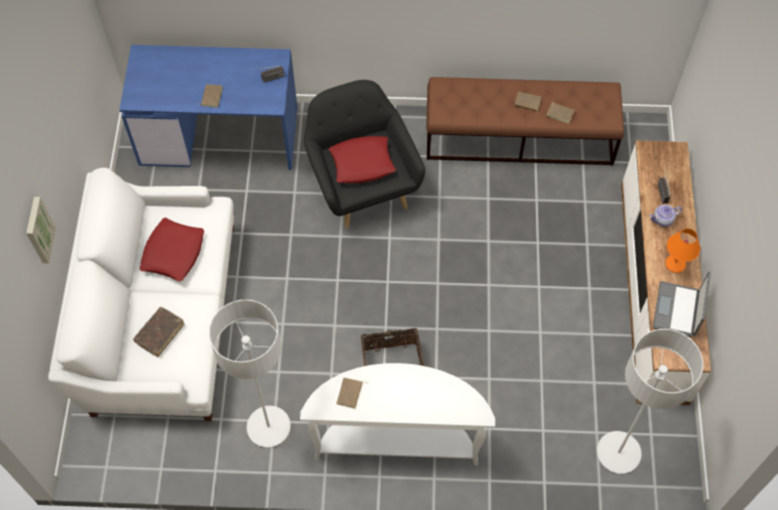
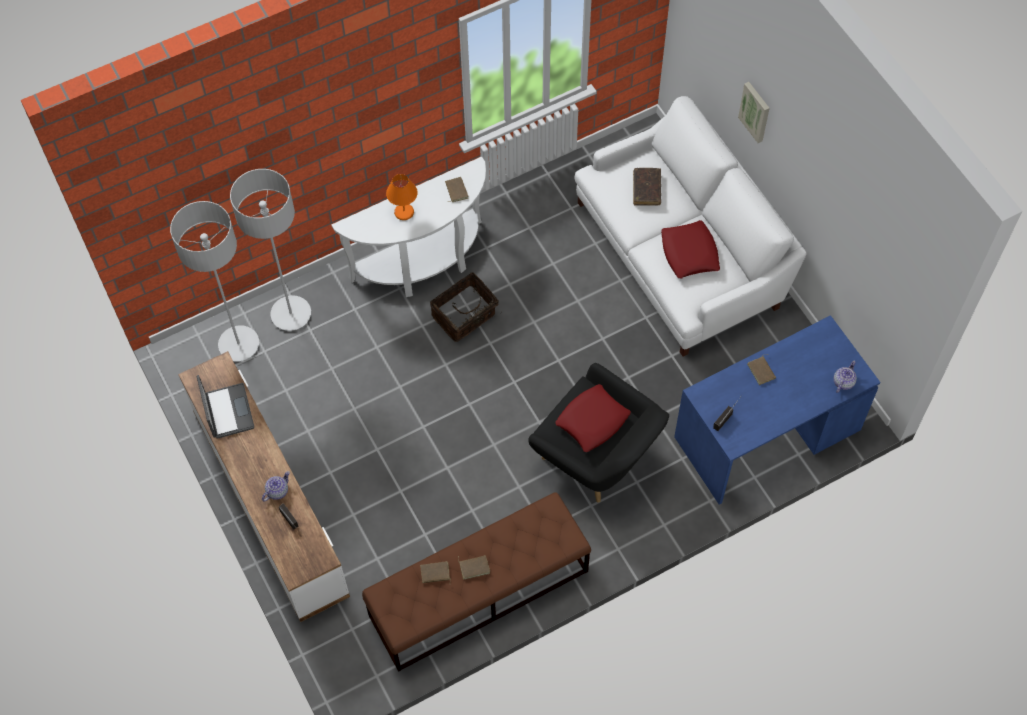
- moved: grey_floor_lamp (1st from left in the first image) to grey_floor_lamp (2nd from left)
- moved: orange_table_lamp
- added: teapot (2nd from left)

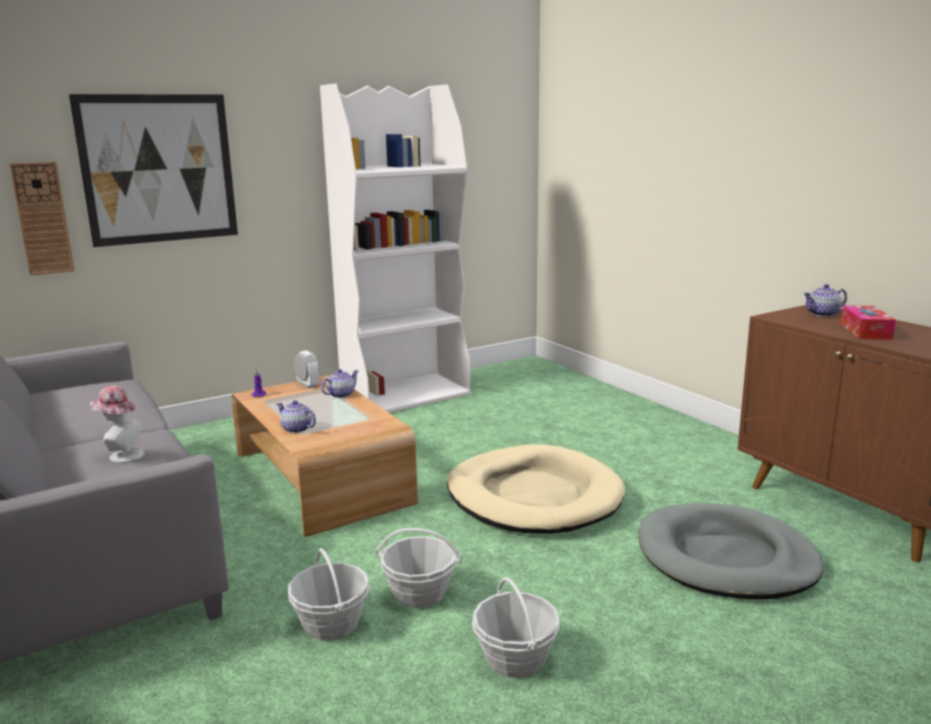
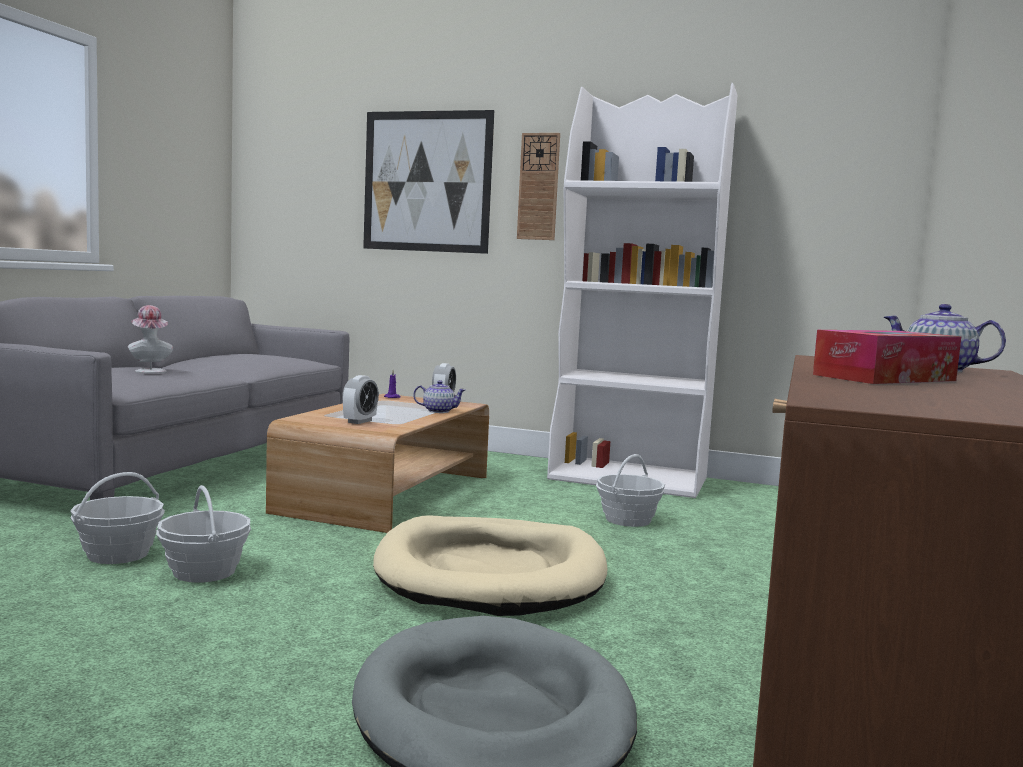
- added: alarm_clock (1st from left)
- moved: wall_clock
- moved: basket (3rd from left)
- removed: teapot (1st from left)

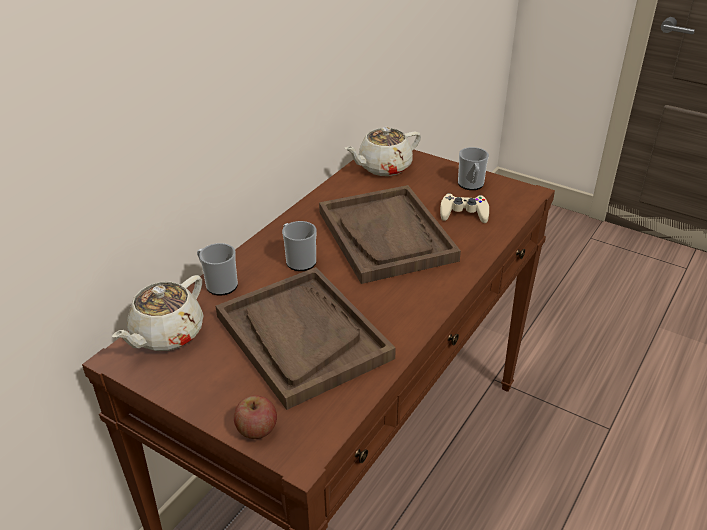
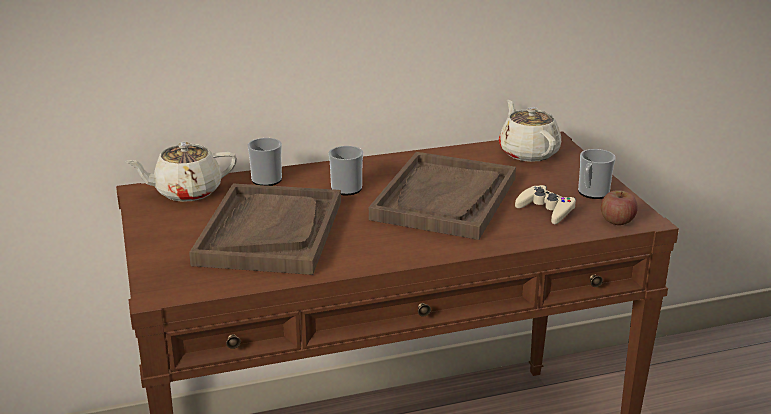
- turned: beige_teapot (2nd from left) 60 degrees clockwise
- moved: apple

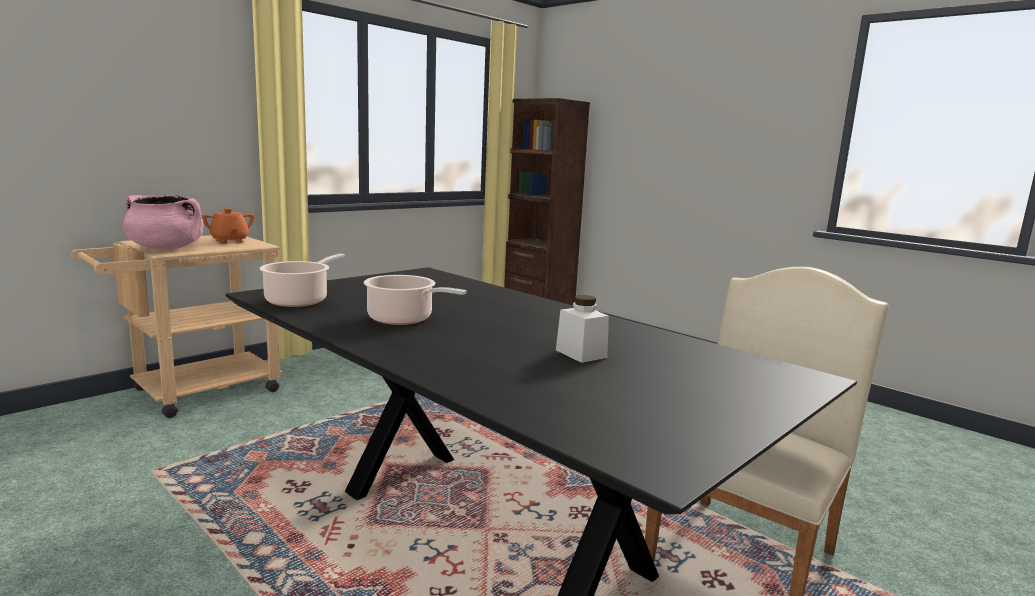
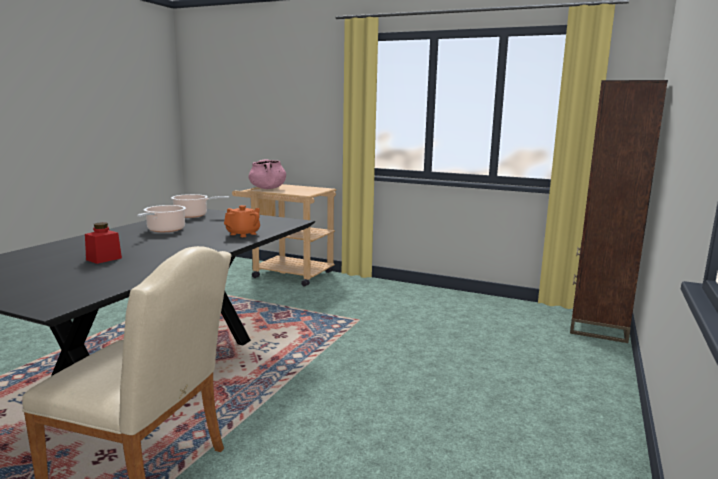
- recoloured: white_jar to red_jar
- moved: orange_teapot

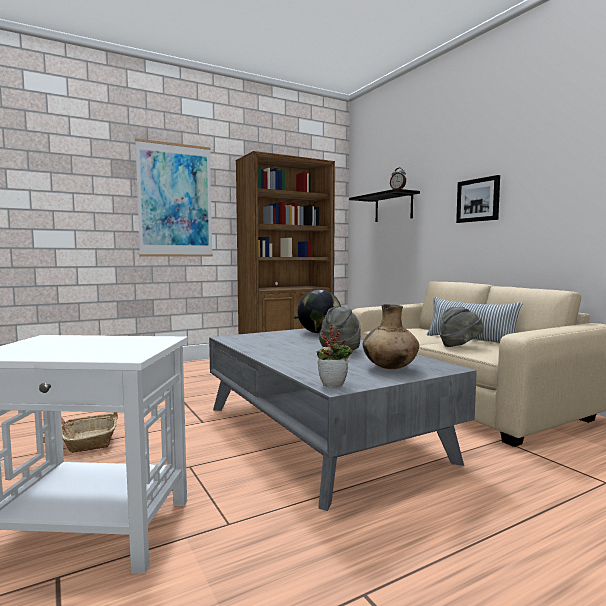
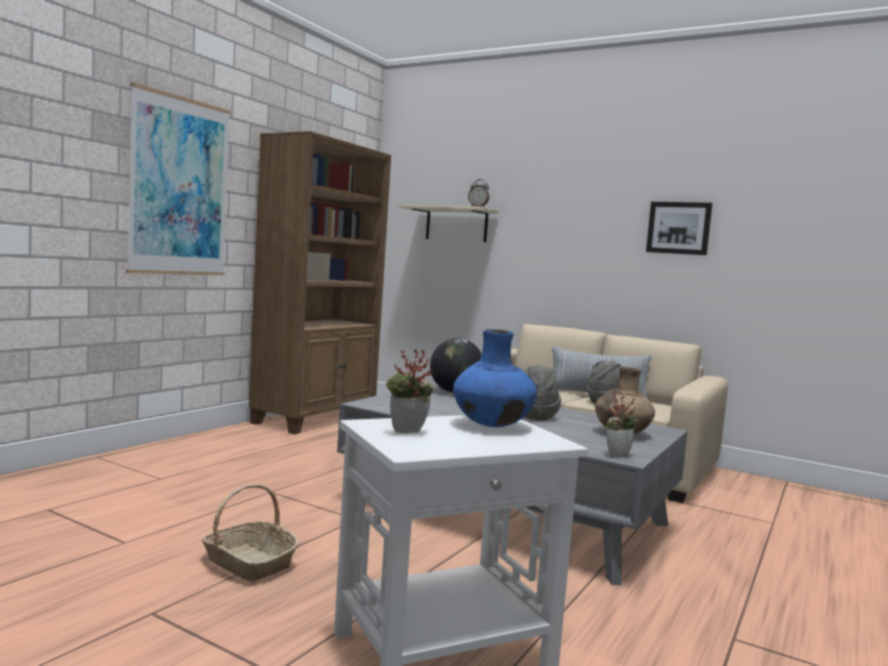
- added: potted_plant (1st from left)
- recoloured: black_shelf to beige_shelf
- added: blue_vase
- moved: picture (2nd from left)

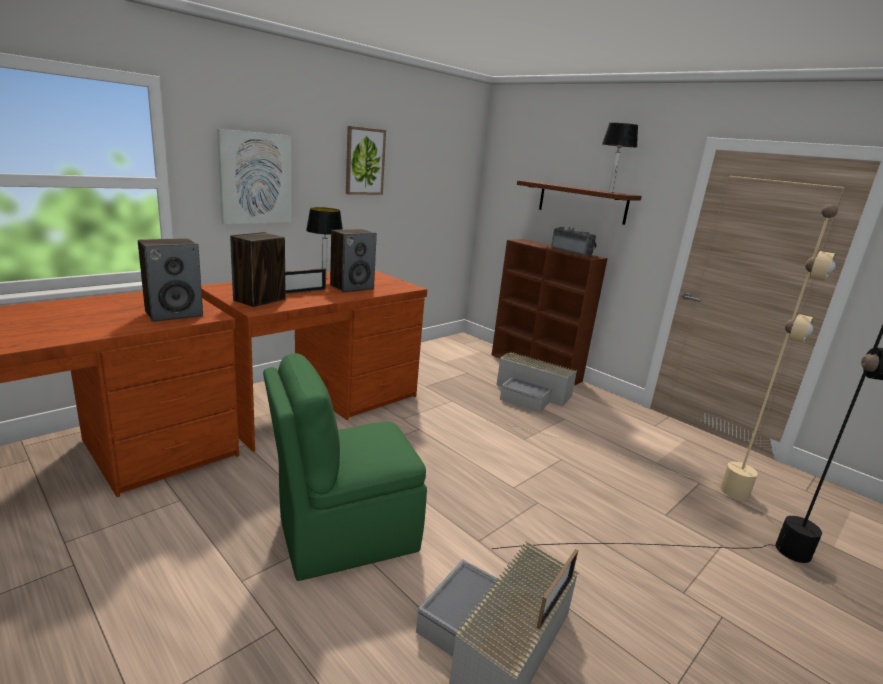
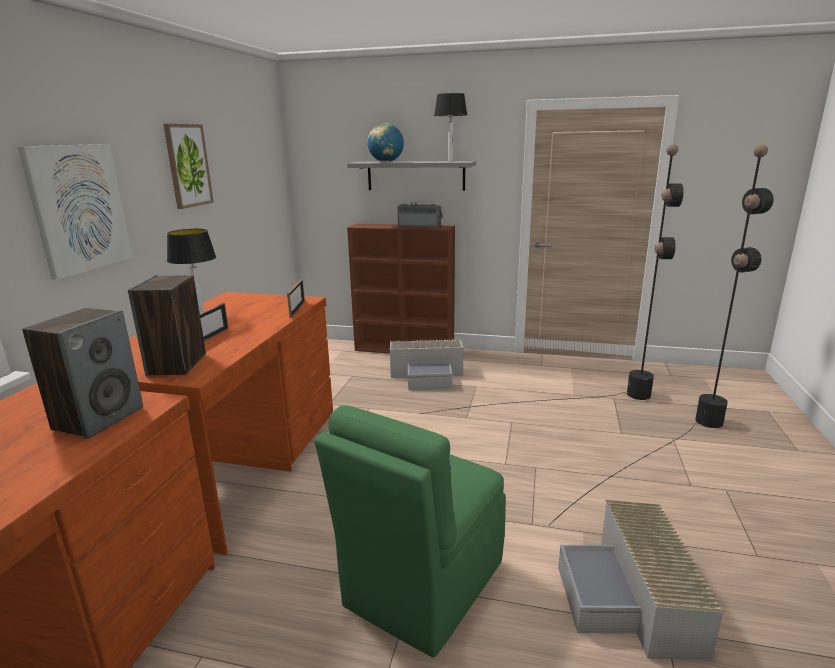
- moved: picture_frame (2nd from left)
- recoloured: brown_shelf to grey_shelf
- added: globe
- recoloured: beige_floor_lamp to black_floor_lamp (1st from left)
- removed: speaker (3rd from left)

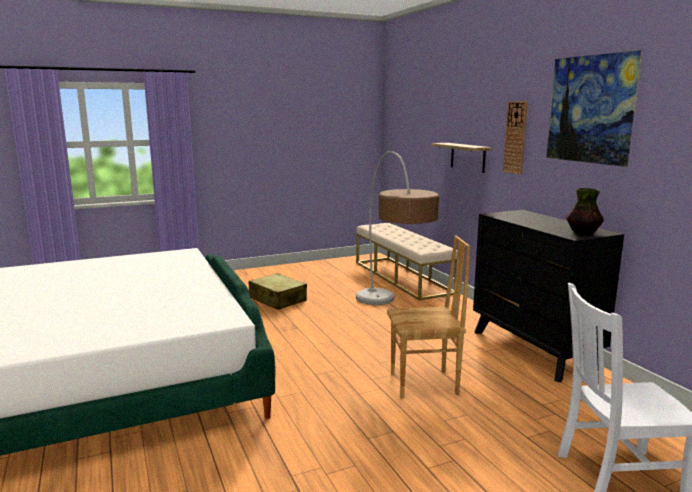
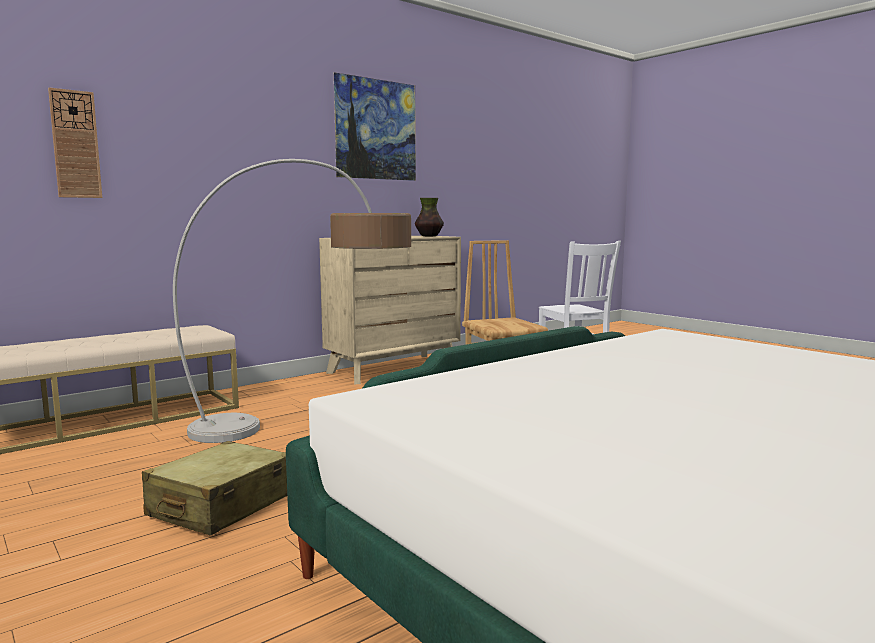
- moved: wall_clock
- recoloured: black_dresser to beige_dresser
- removed: shelf

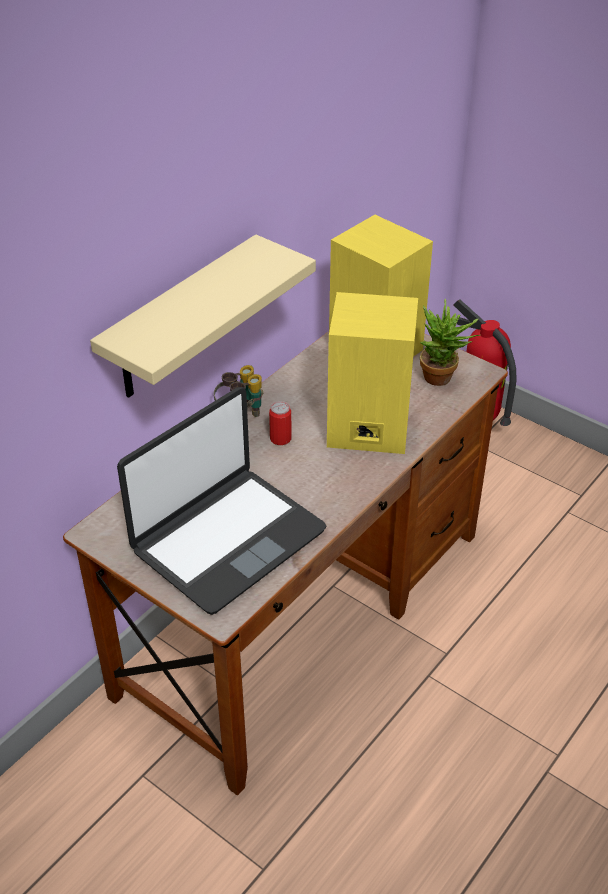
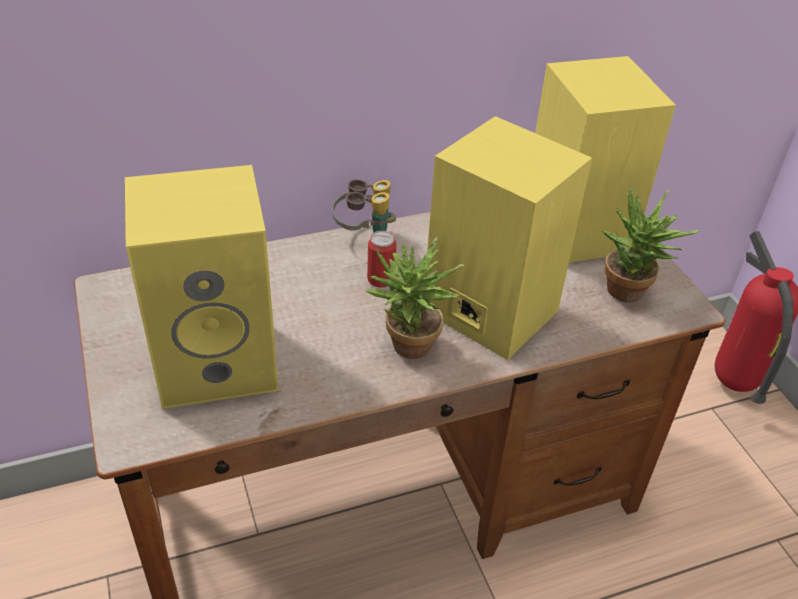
- replaced: laptop to yellow_speaker (1st from left)
- added: potted_plant (1st from left)
- removed: beige_shelf

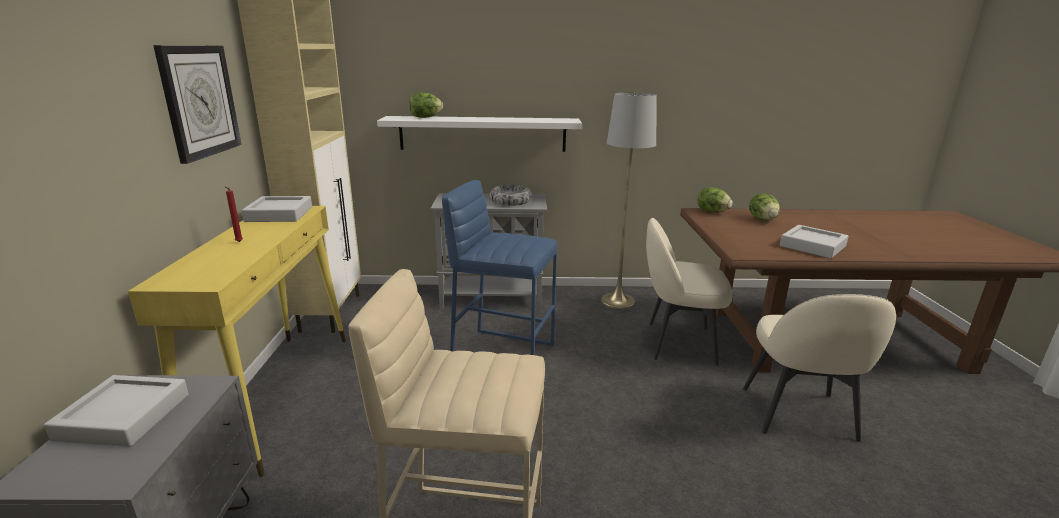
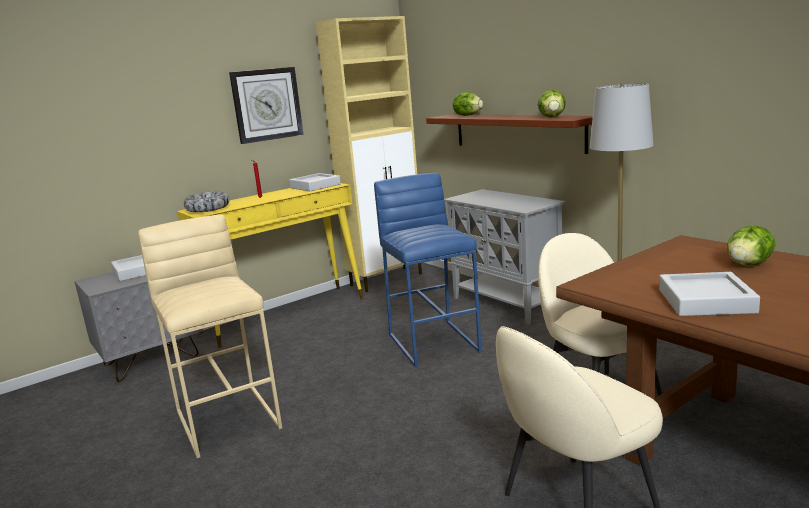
- moved: bowl
- recoloured: white_shelf to brown_shelf
- moved: lettuce (2nd from left)

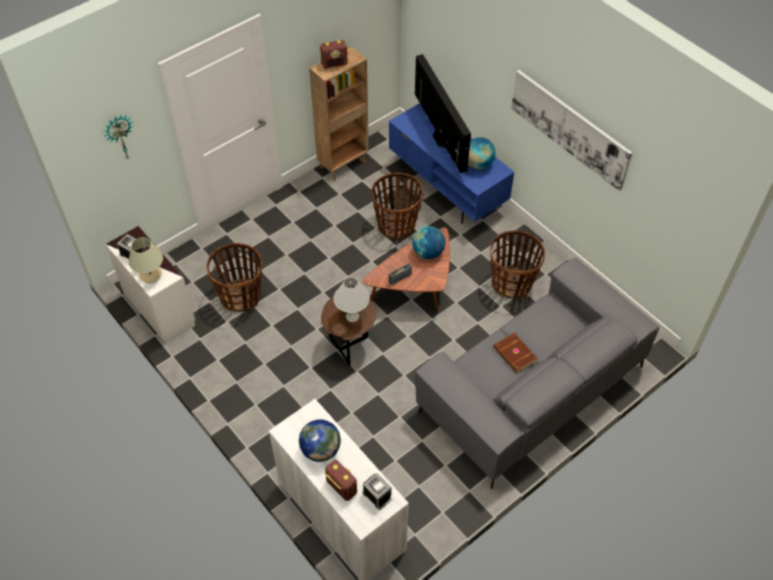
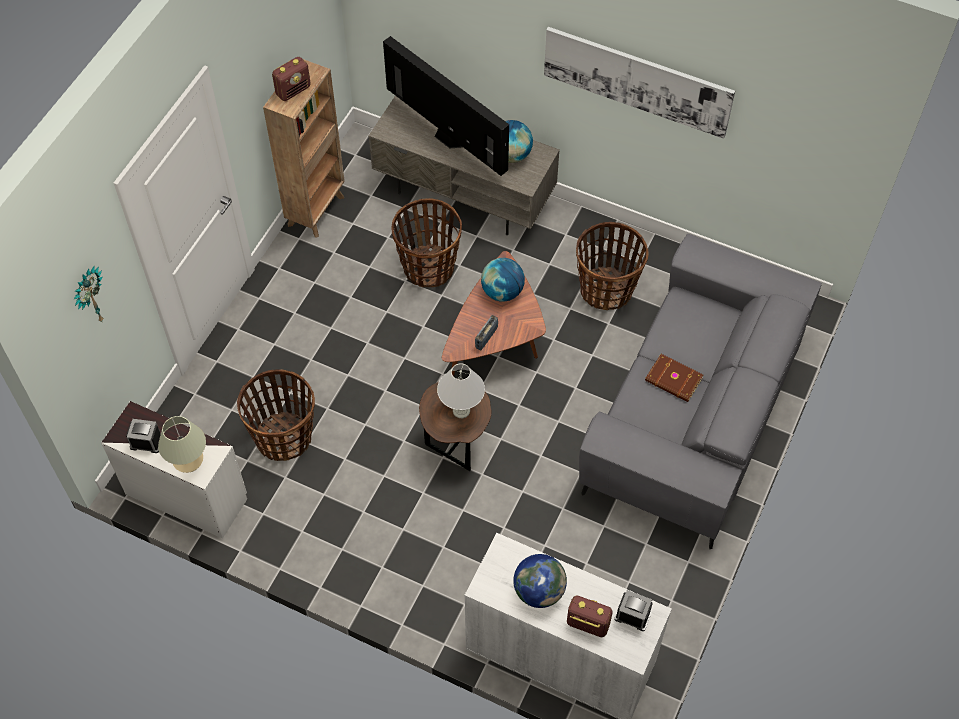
- recoloured: blue_tv_stand to grey_tv_stand

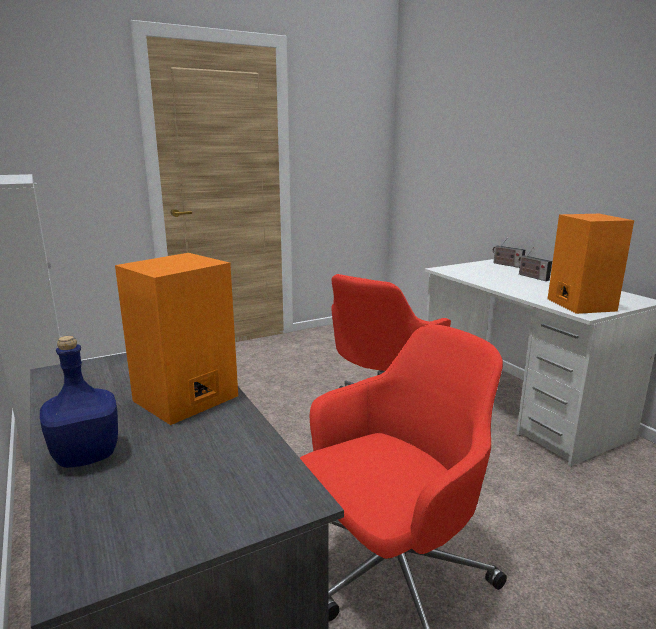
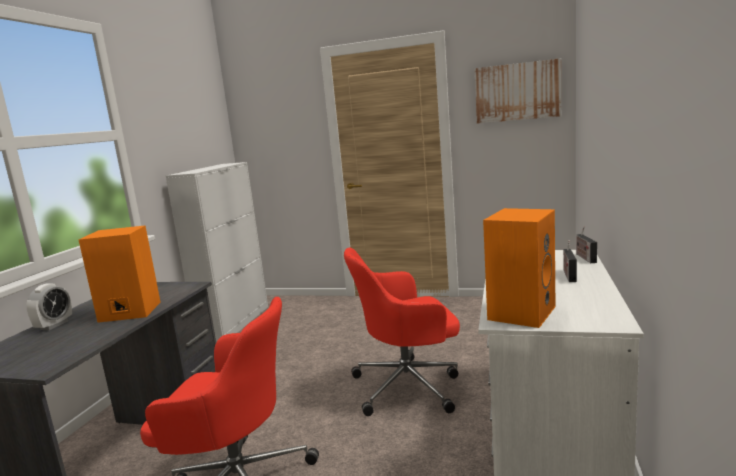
- replaced: blue_bottle to alarm_clock
- added: picture

